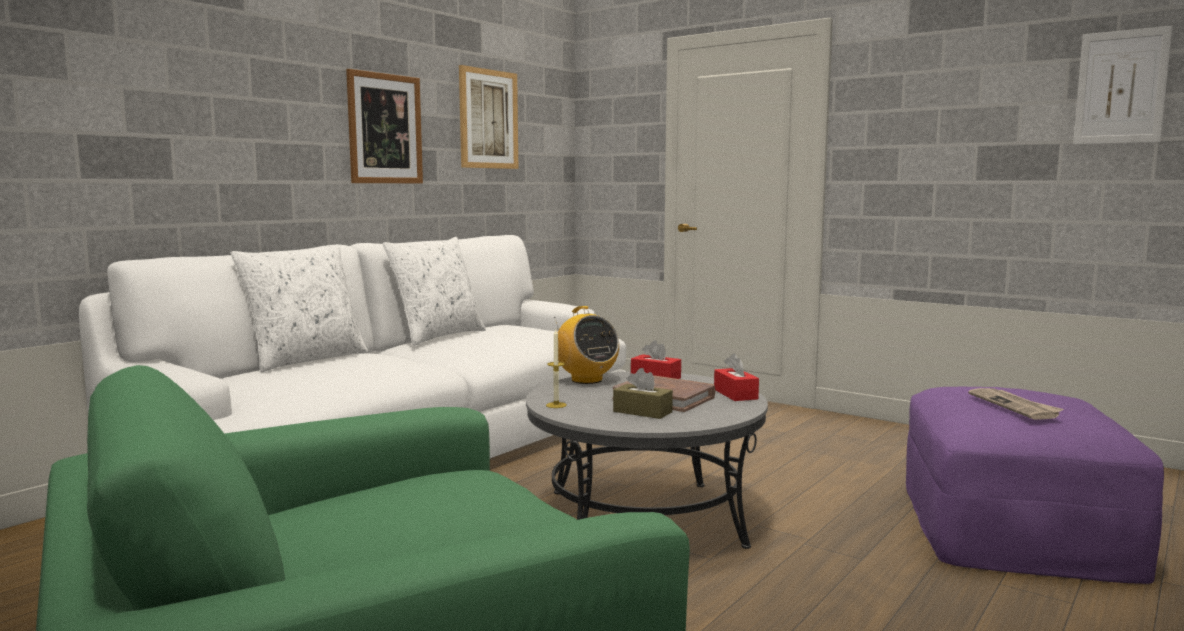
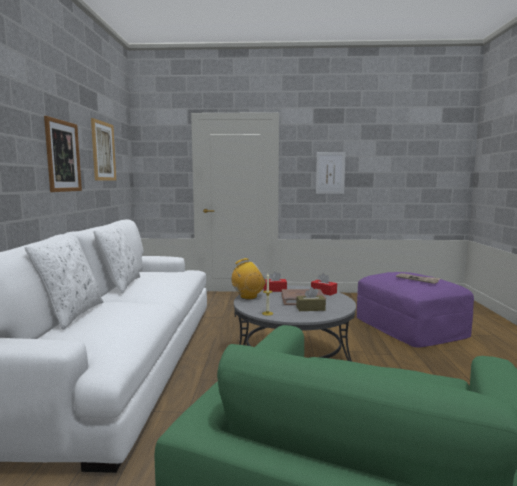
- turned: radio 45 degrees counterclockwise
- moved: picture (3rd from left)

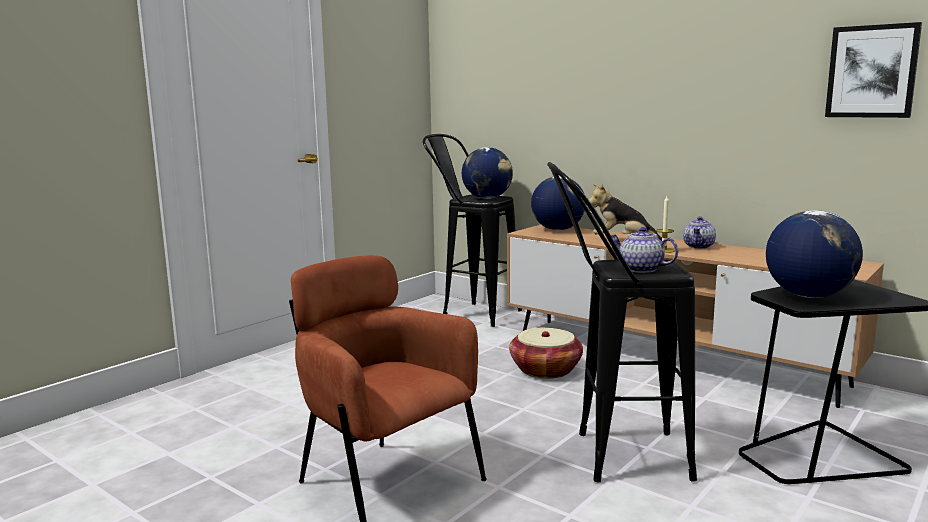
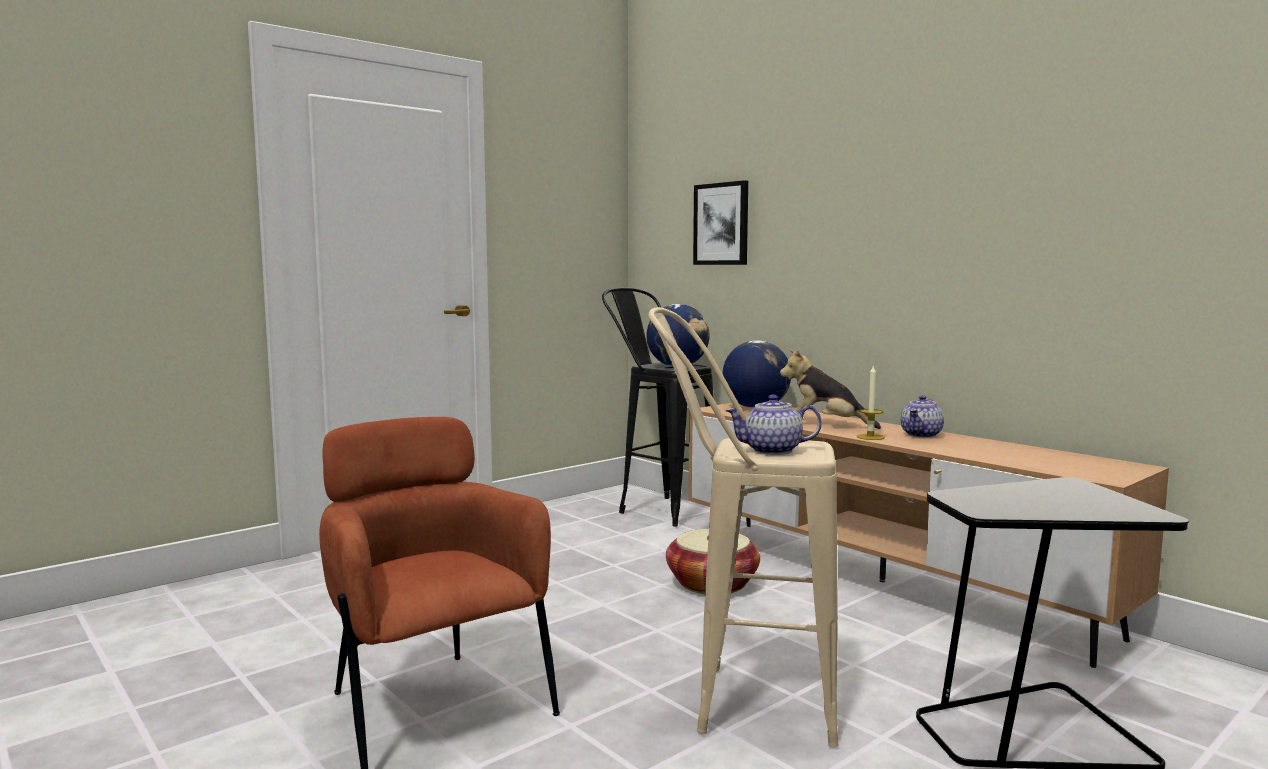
- recoloured: black_stool (2nd from left) to beige_stool
- moved: picture
- turned: teapot (1st from left) 45 degrees counterclockwise
- removed: globe (3rd from left)

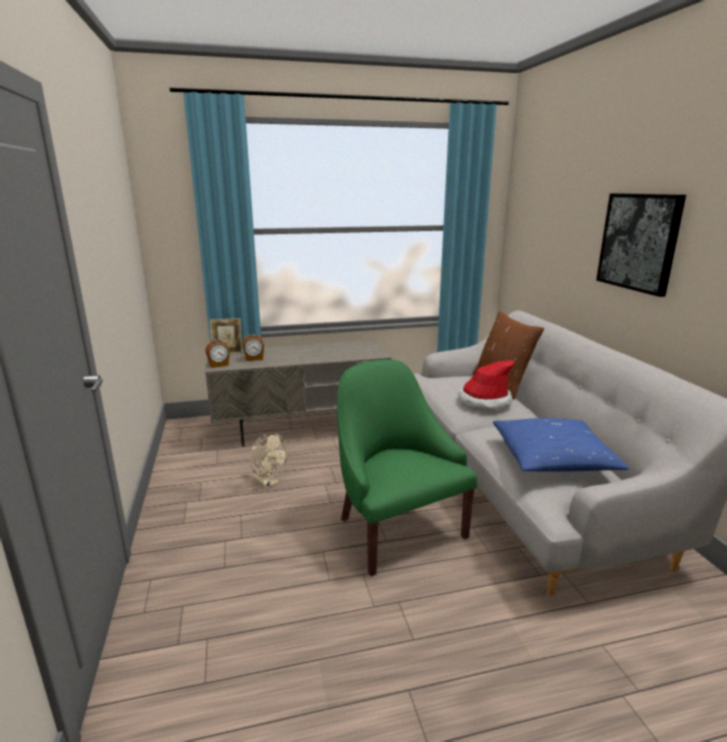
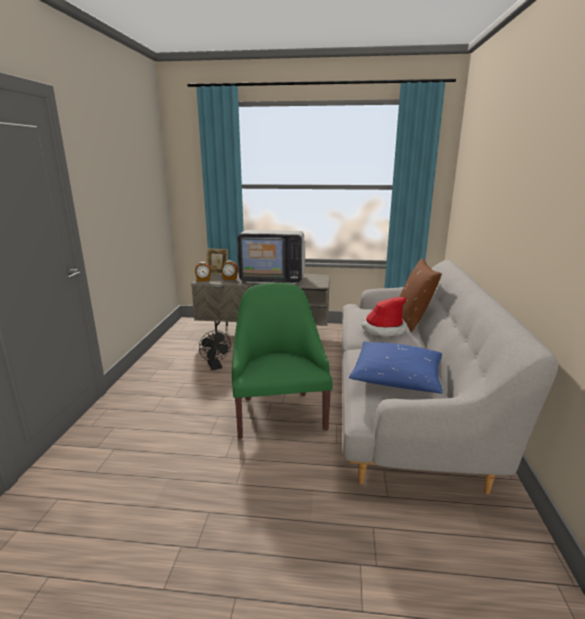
- recoloured: beige_fan to black_fan
- added: television
- removed: picture

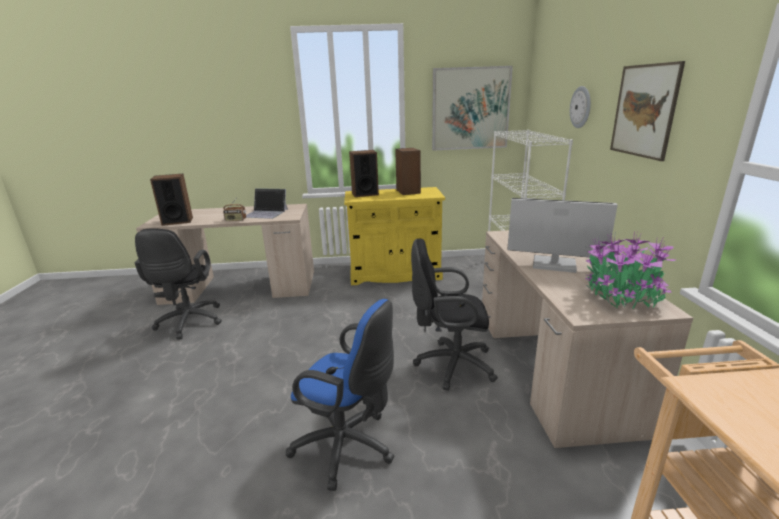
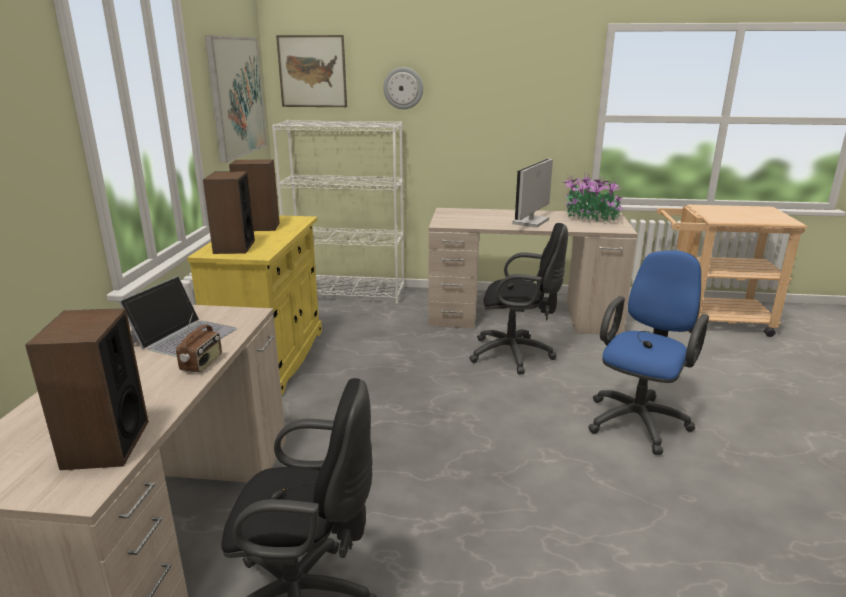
- moved: picture (2nd from left)
- turned: black_office_chair (2nd from left) 90 degrees counterclockwise

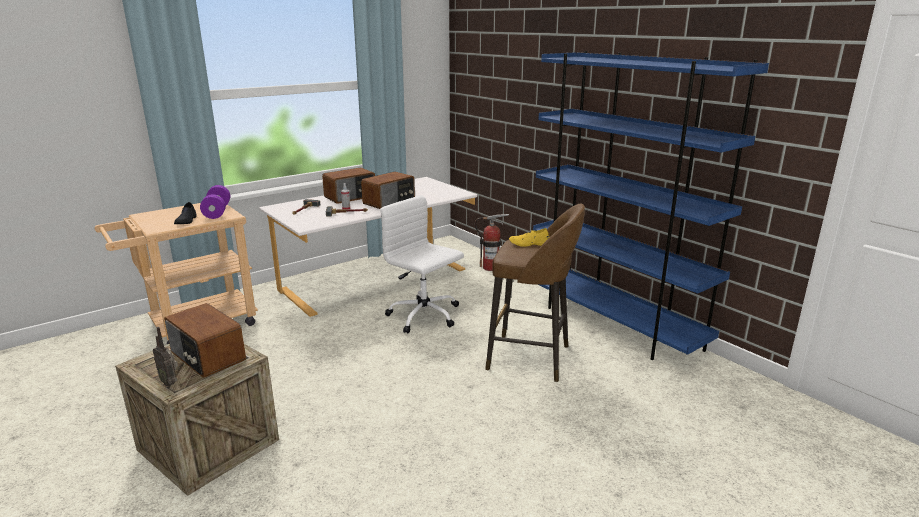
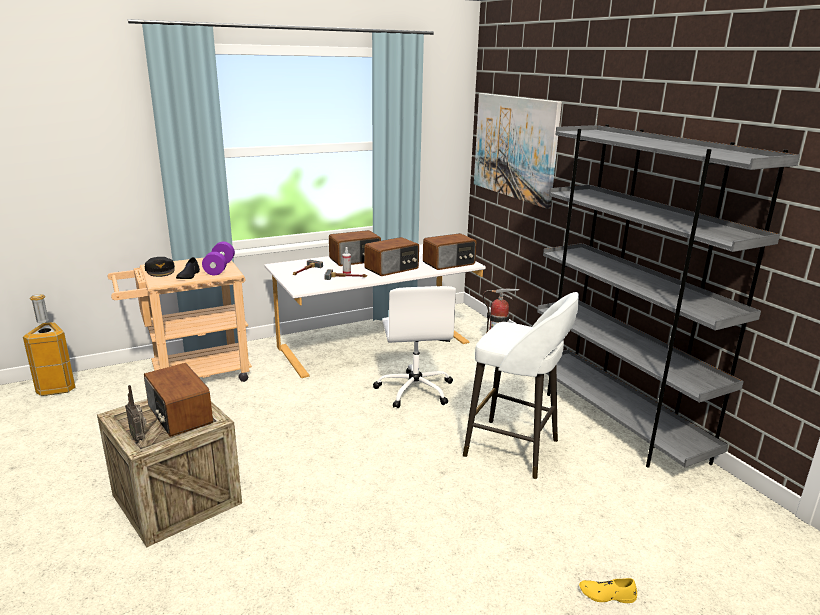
- added: trash_can
- added: black_cap
- turned: white_office_chair 150 degrees counterclockwise
- added: radio (5th from left)
- recoloured: brown_stool to white_stool
- added: picture
- recoloured: blue_bookcase to grey_bookcase
- moved: yellow_shoe

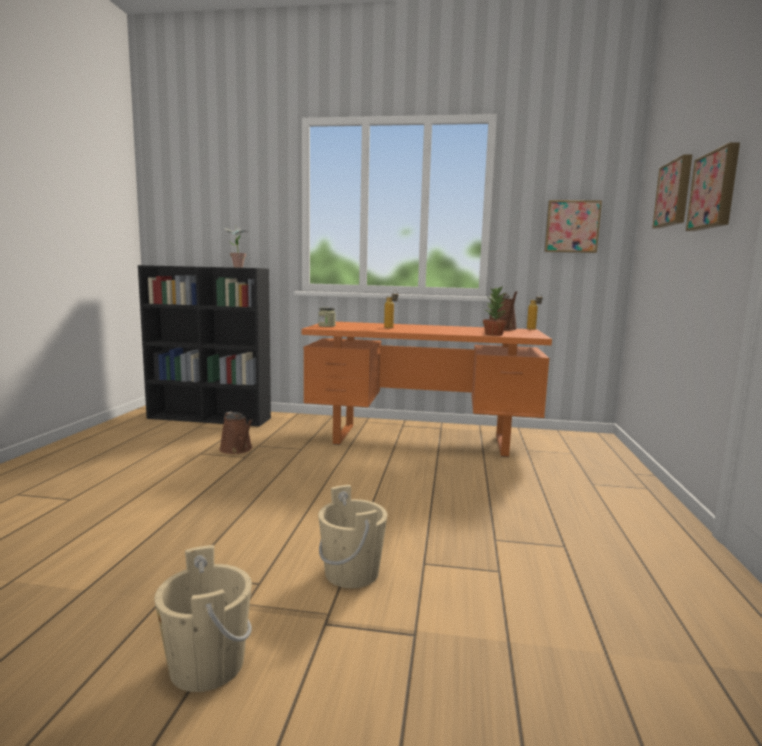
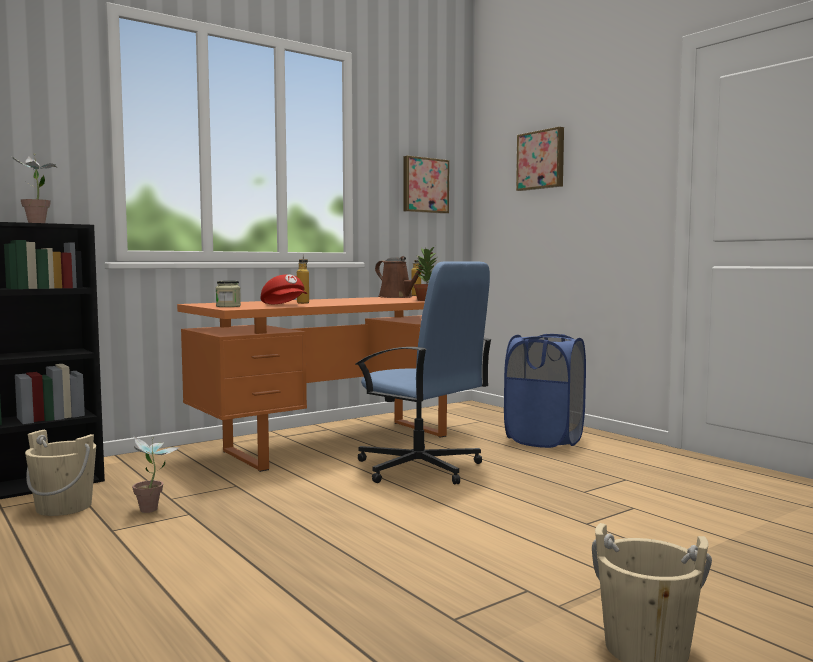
- moved: beige_bucket (2nd from left in the first image) to beige_bucket (1st from left)
- replaced: brown_watering_can (1st from left) to potted_plant (2nd from left)
- added: red_cap
- added: blue_office_chair
- added: blue_laundry_basket
- removed: picture (3rd from left)

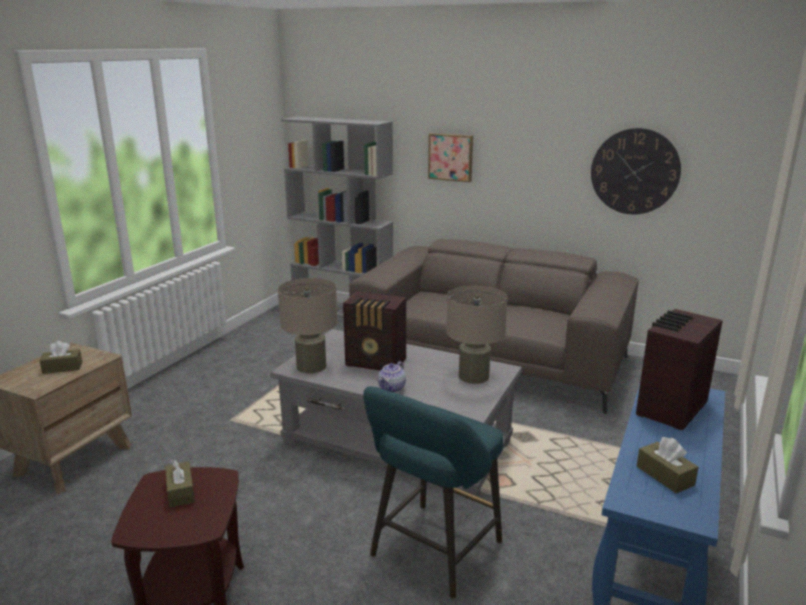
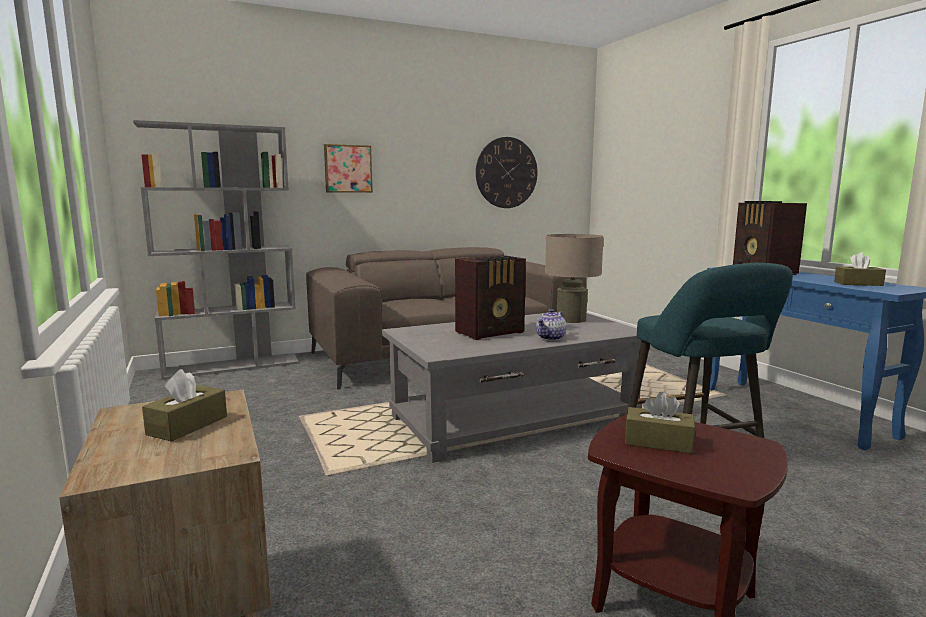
- turned: teapot 60 degrees clockwise
- removed: beige_table_lamp (1st from left)

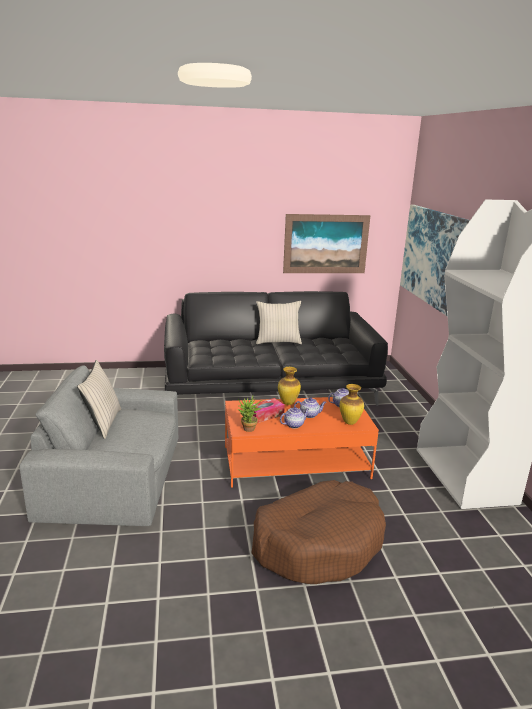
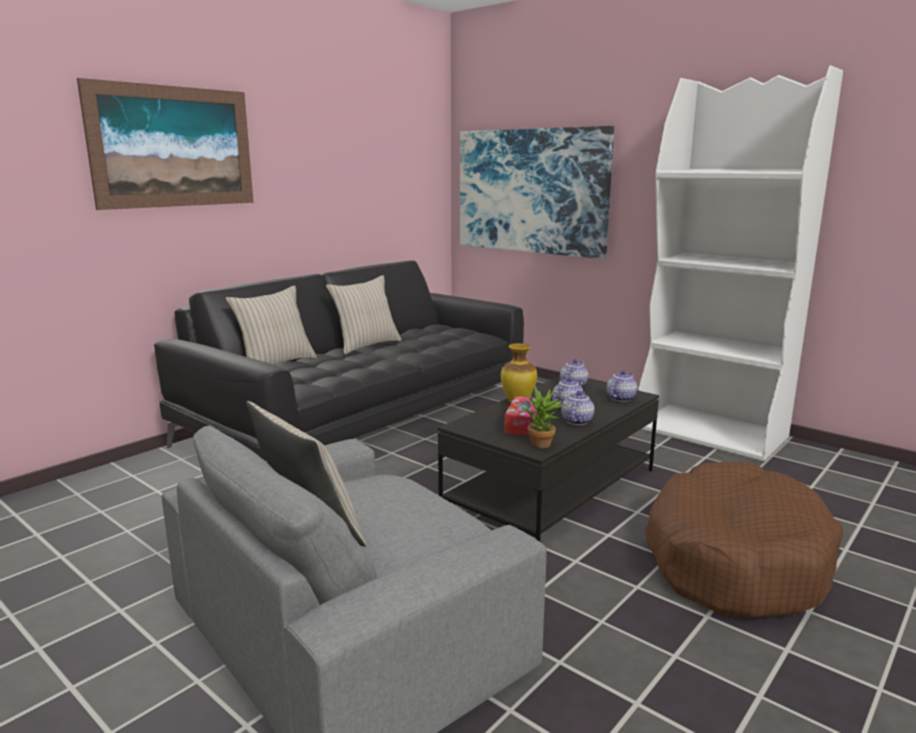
- moved: picture (1st from left)
- added: beige_pillow (1st from left)
- recoloured: orange_coffee_table to black_coffee_table
- replaced: vase (2nd from left) to teapot (4th from left)

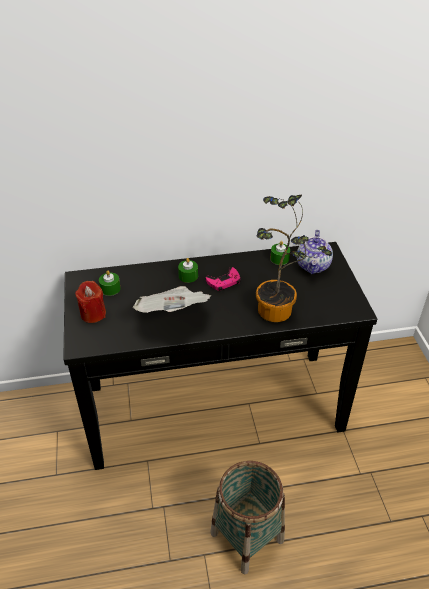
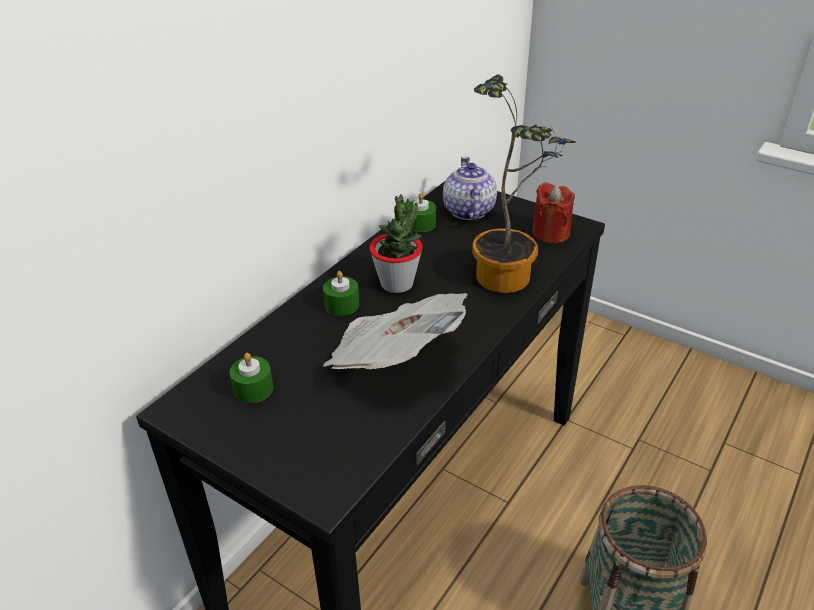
- replaced: pink_game_controller to potted_plant (1st from left)
- turned: teapot 150 degrees counterclockwise
- moved: red_candle

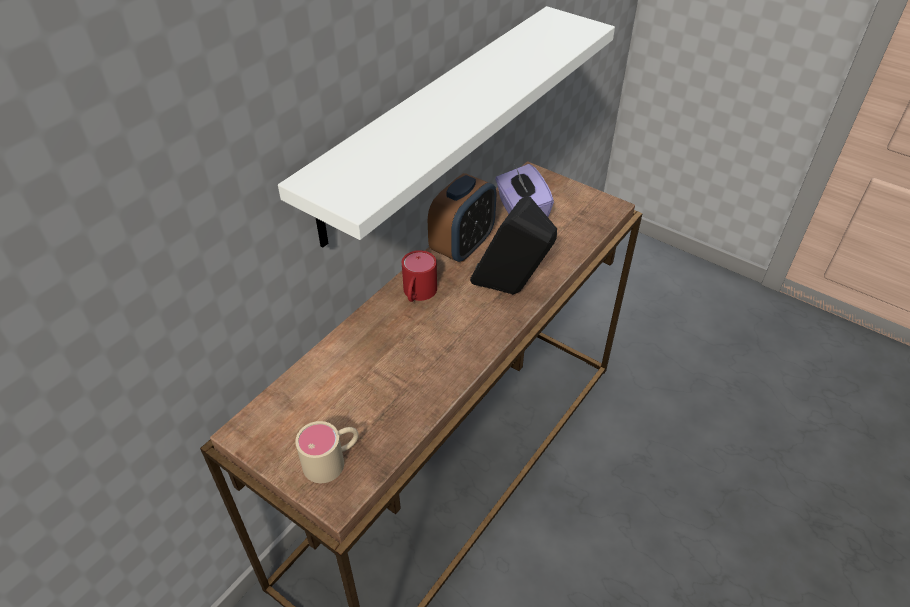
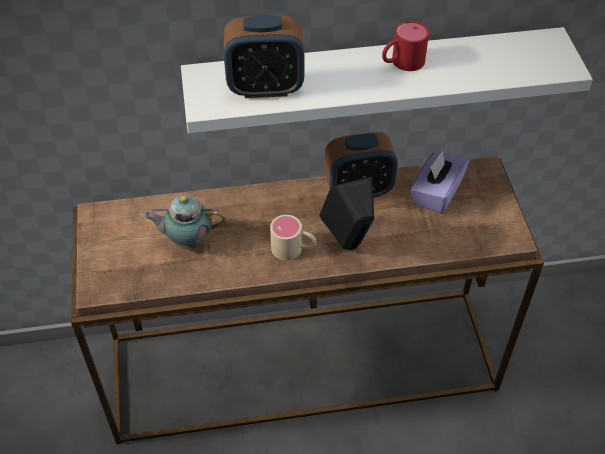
- added: teapot
- added: alarm_clock (1st from left)
- moved: beige_mug
- moved: red_mug

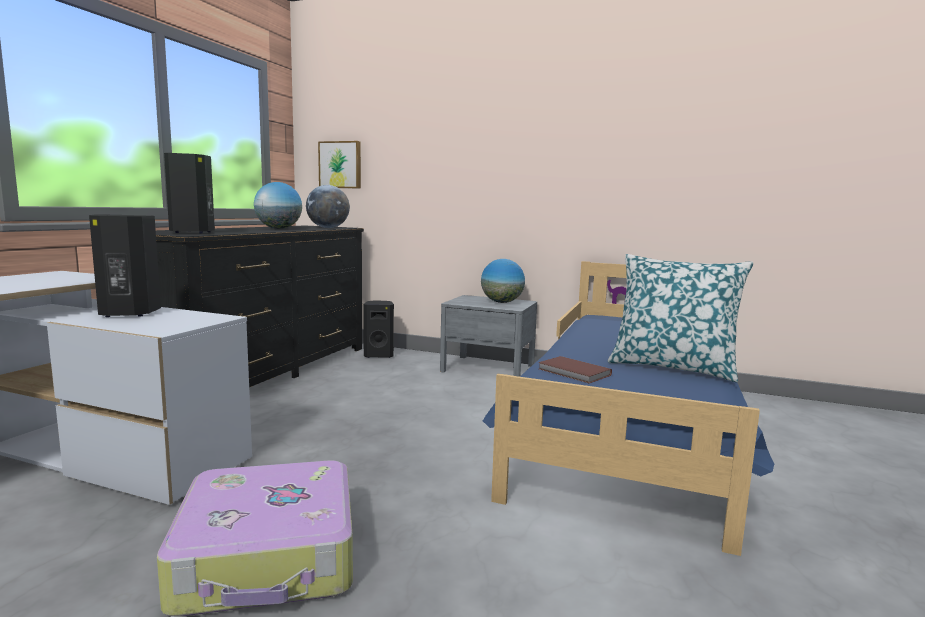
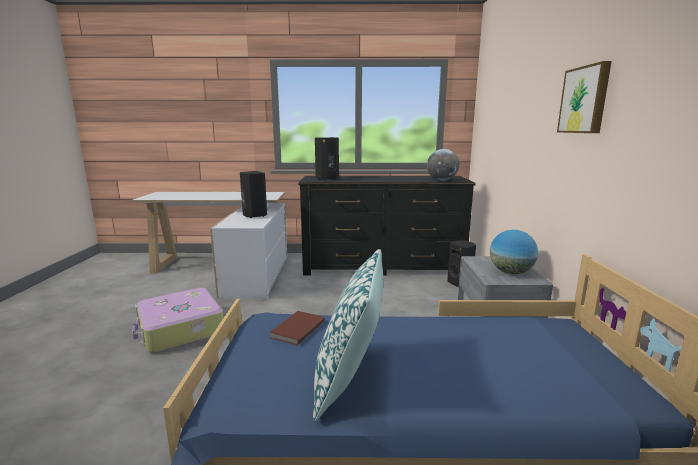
- moved: picture
- removed: globe (1st from left)

